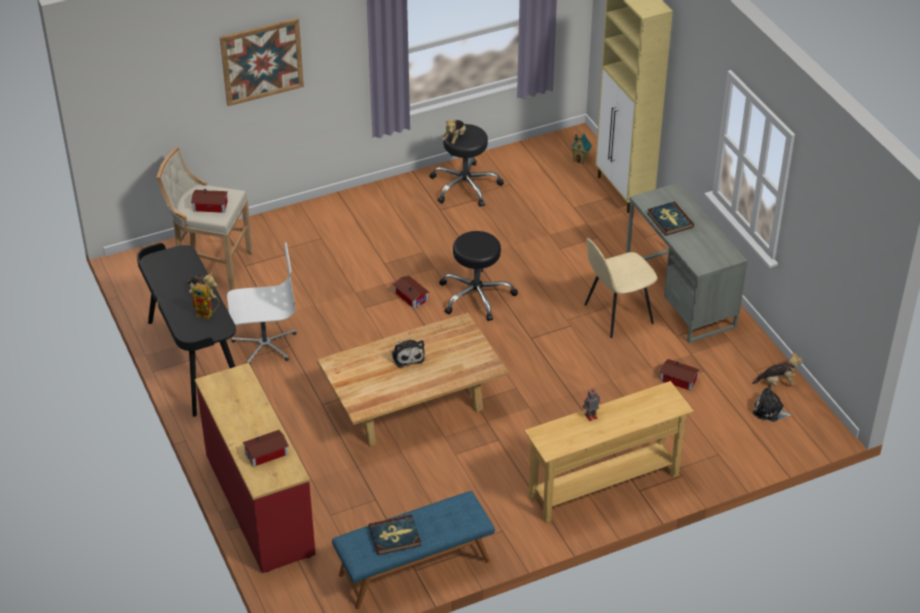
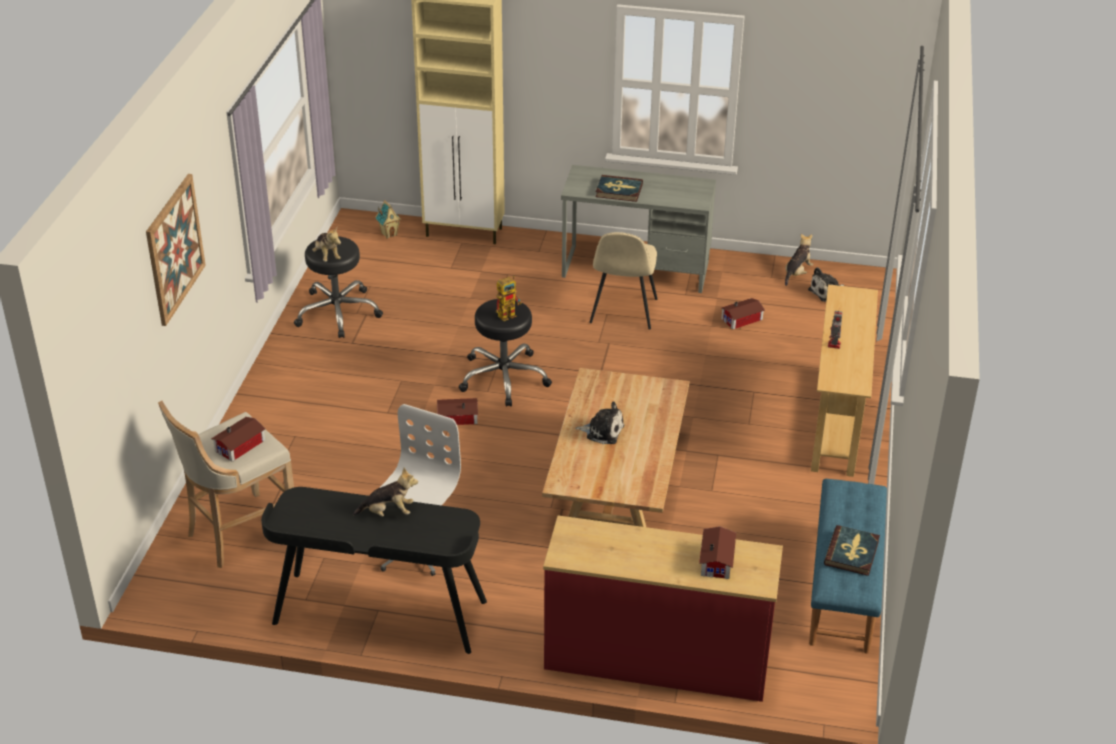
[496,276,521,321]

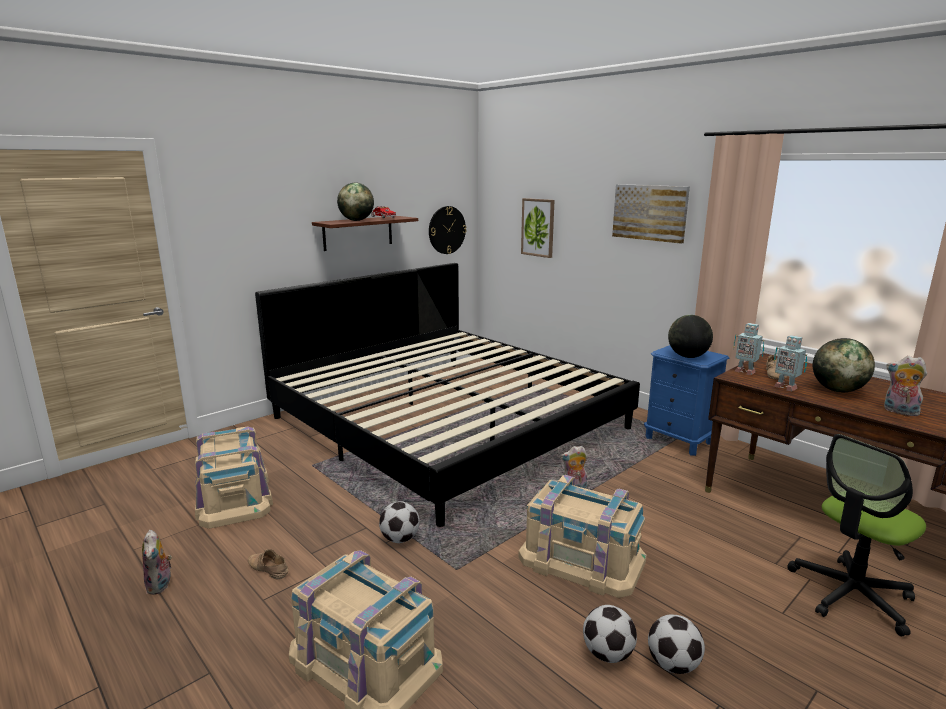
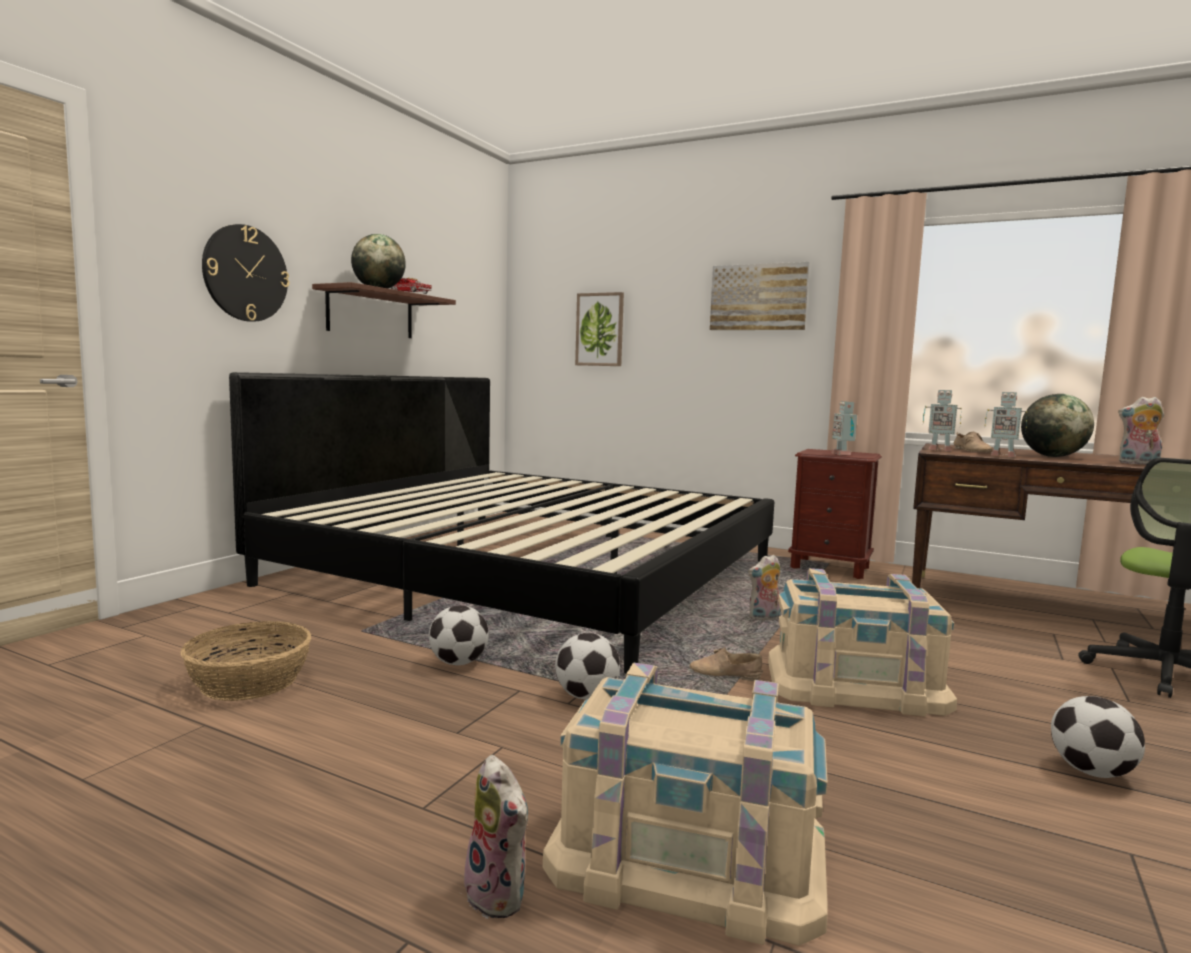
[202,224,289,322]
[832,401,857,455]
[788,449,882,579]
[180,621,312,701]
[464,755,528,919]
[690,647,763,681]
[429,605,489,665]

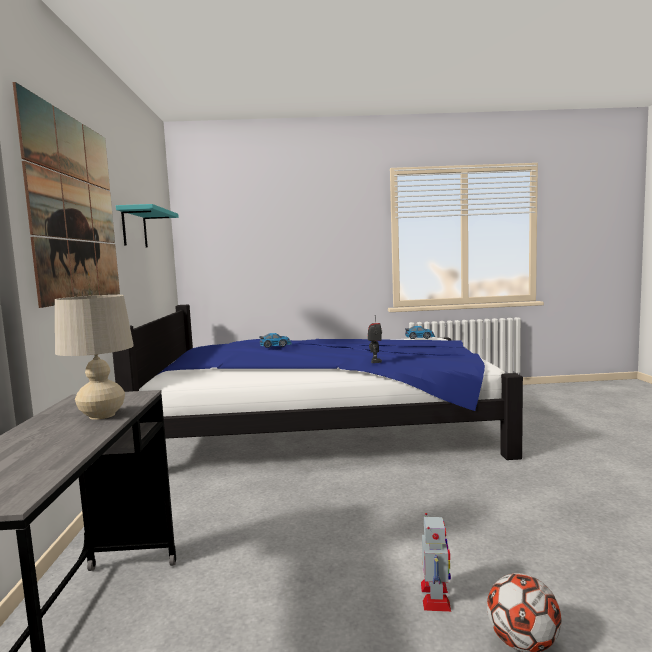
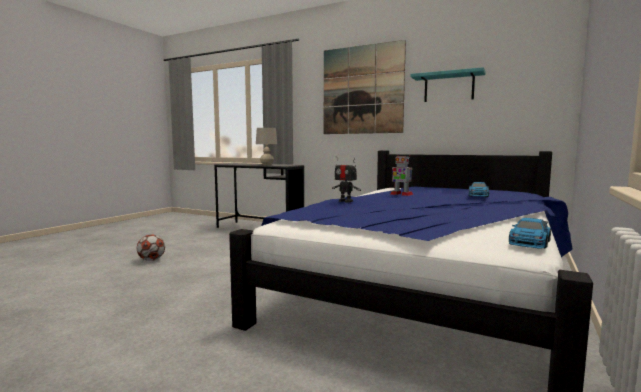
[390,155,414,196]

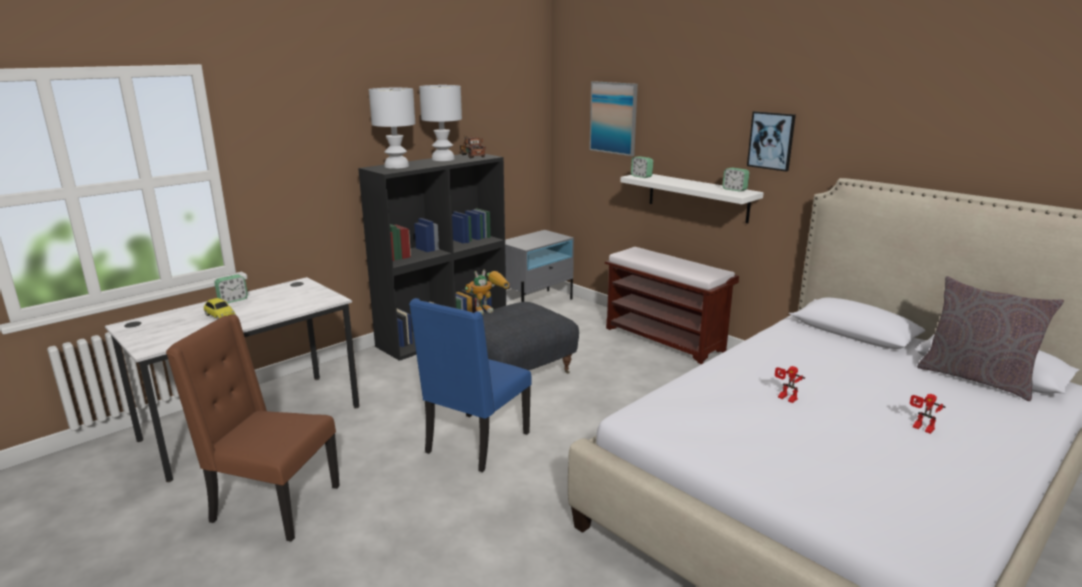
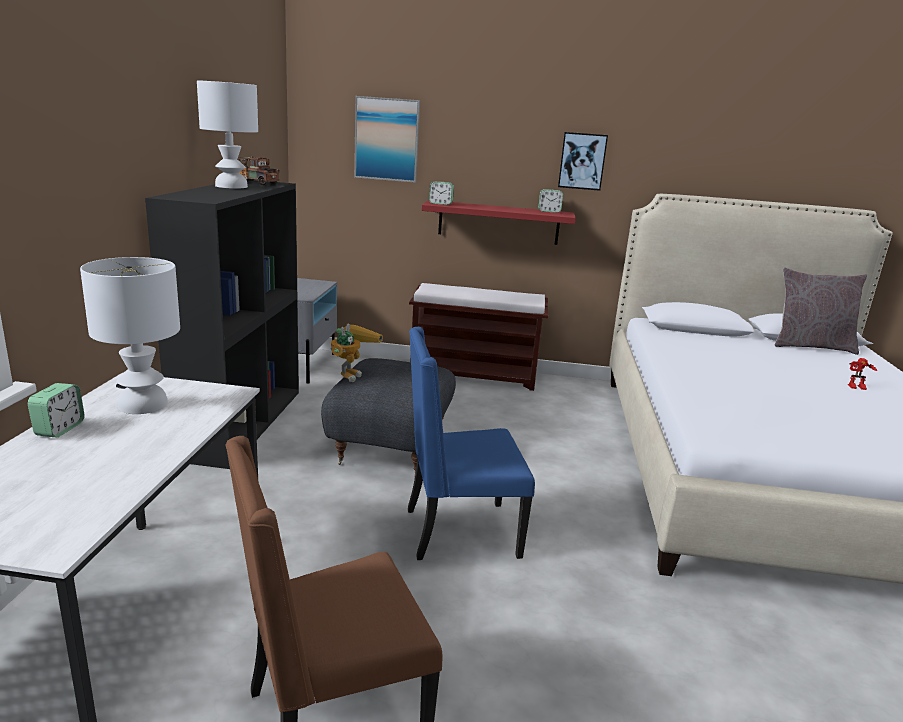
[80,257,180,414]
[422,200,576,245]
[204,298,236,319] (first image)
[408,327,535,560]
[775,366,805,403] (first image)

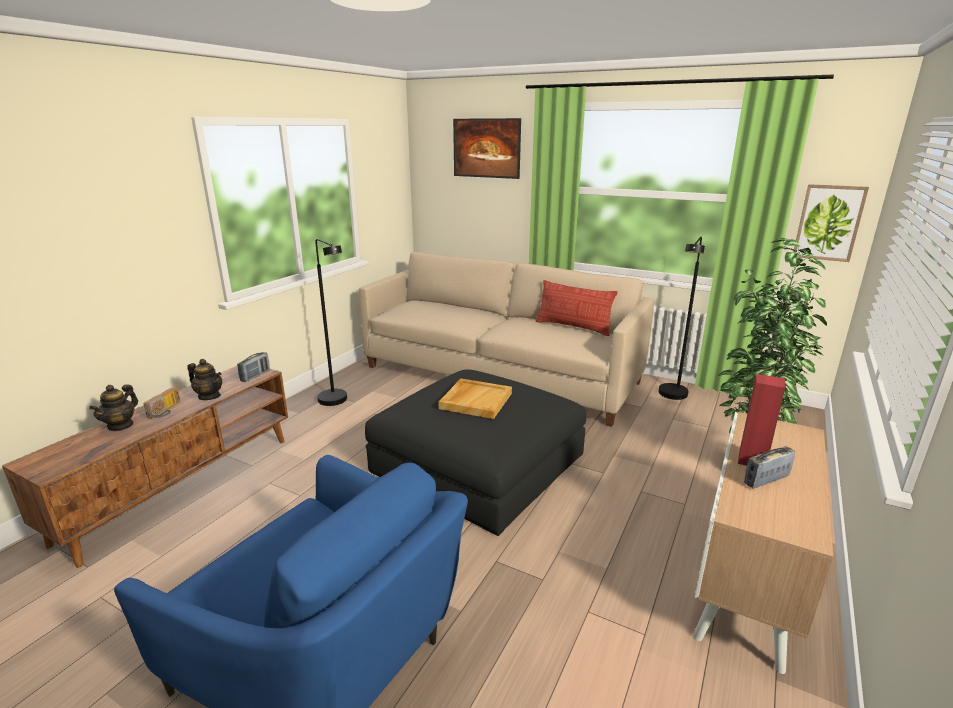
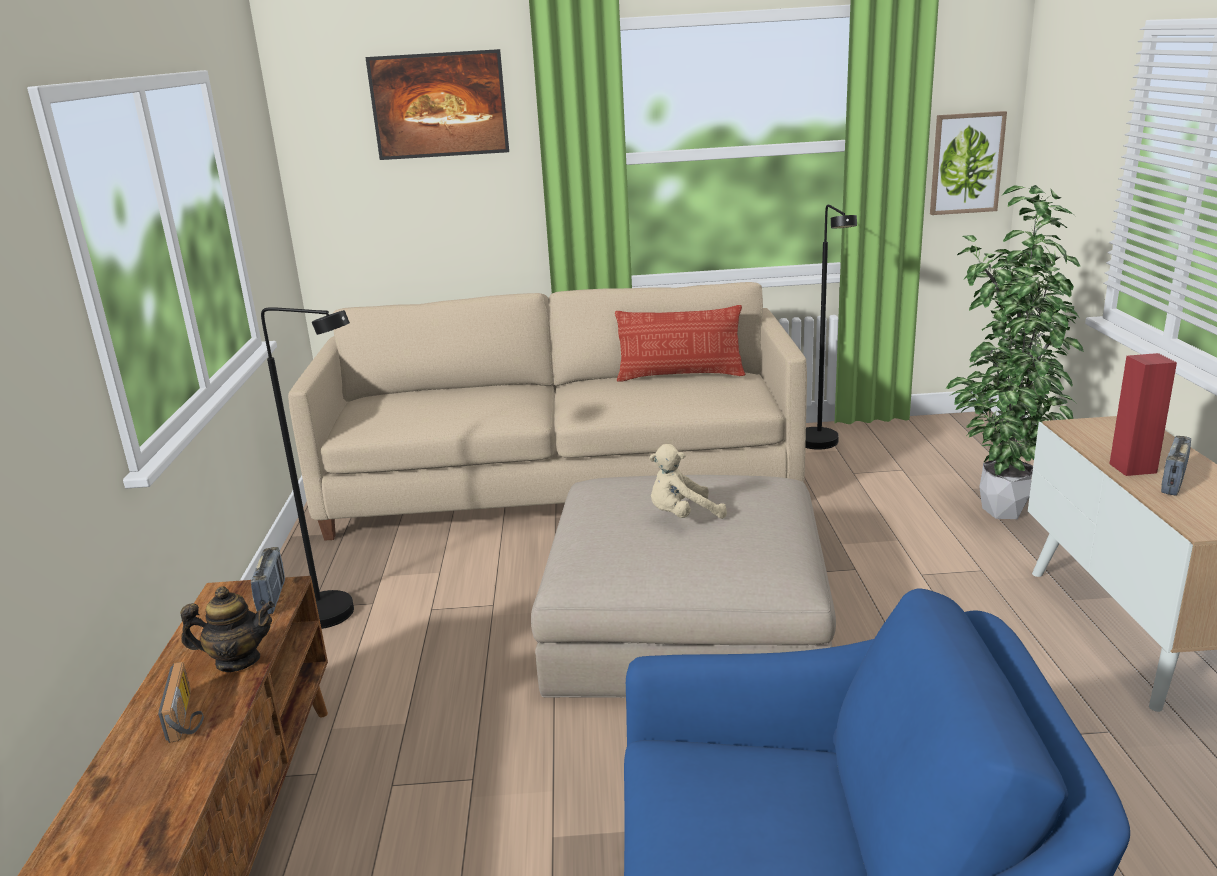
[531,475,836,698]
[649,444,727,519]
[89,384,138,431] (first image)

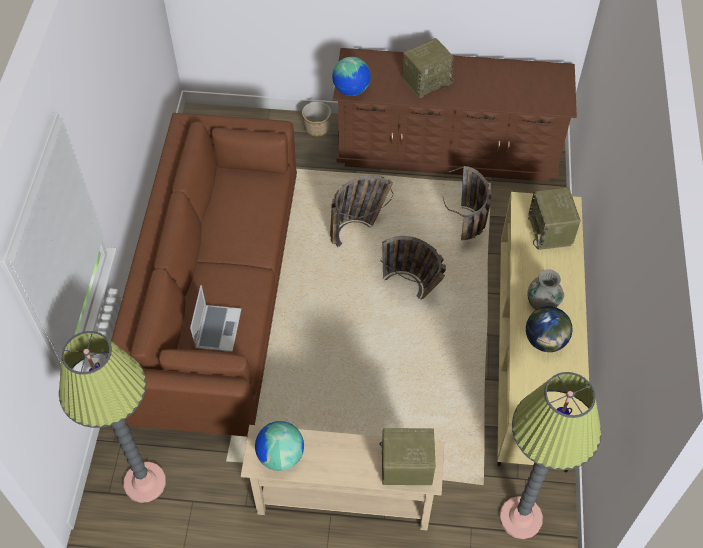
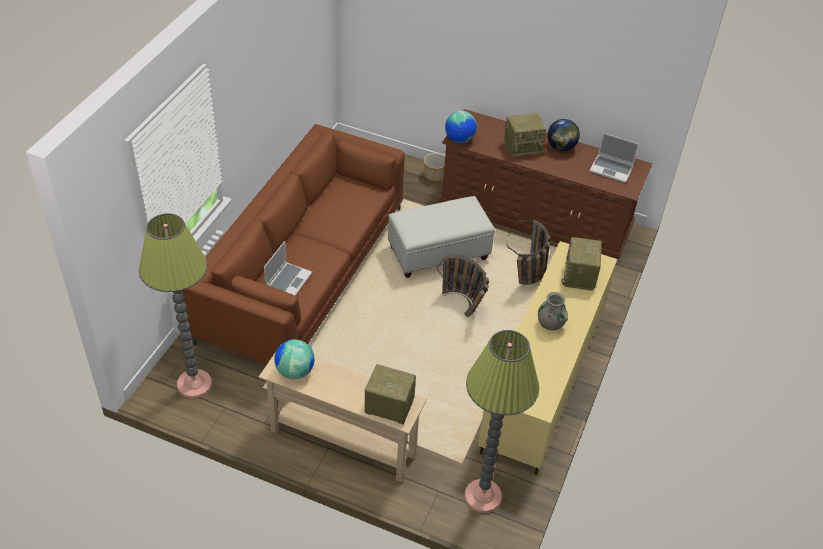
[388,196,495,278]
[547,119,580,151]
[589,133,639,183]

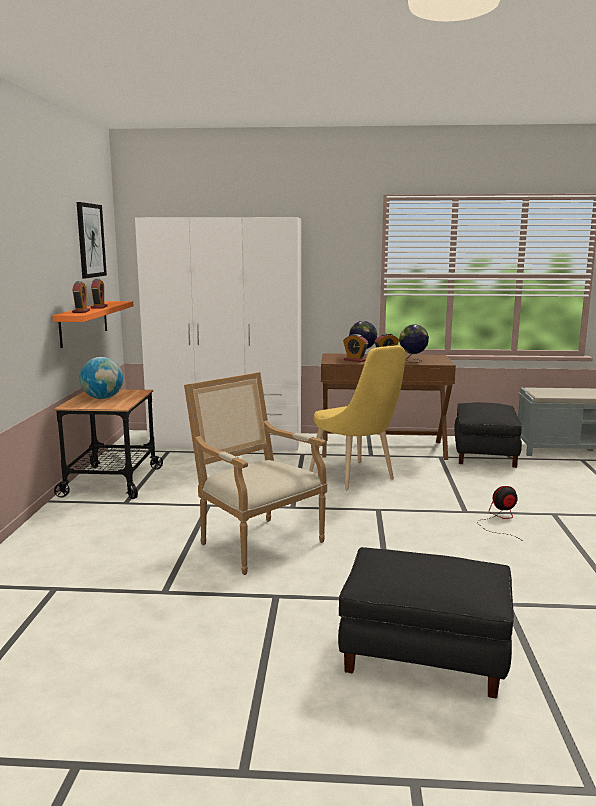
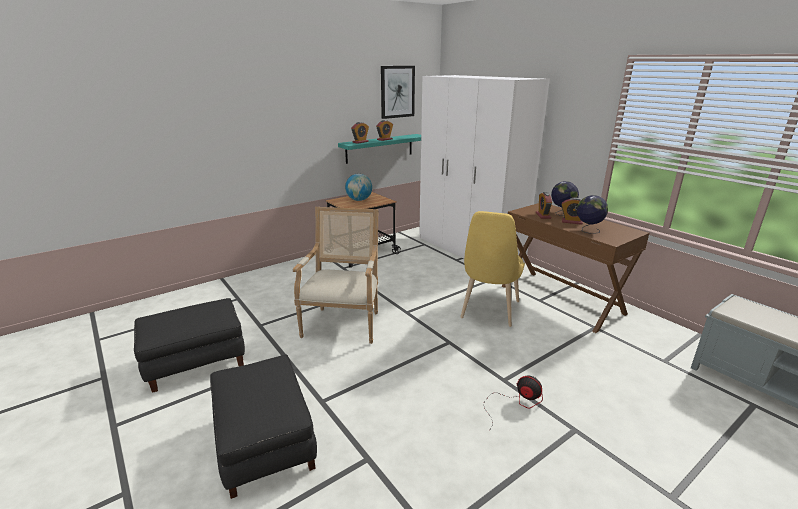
[338,134,421,164]
[134,298,245,393]

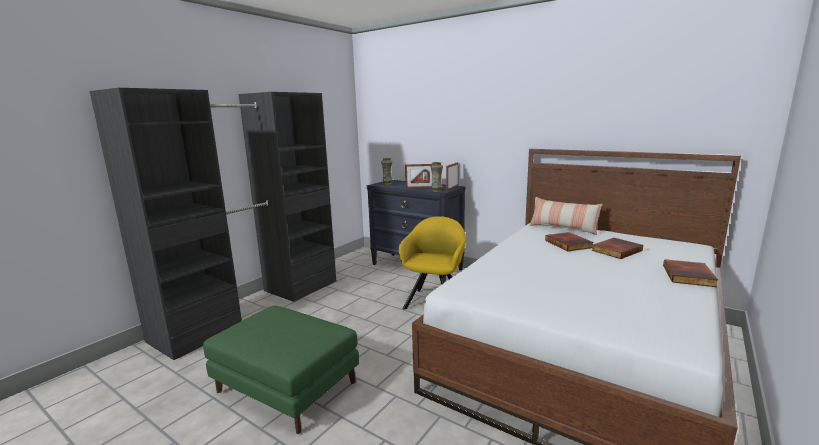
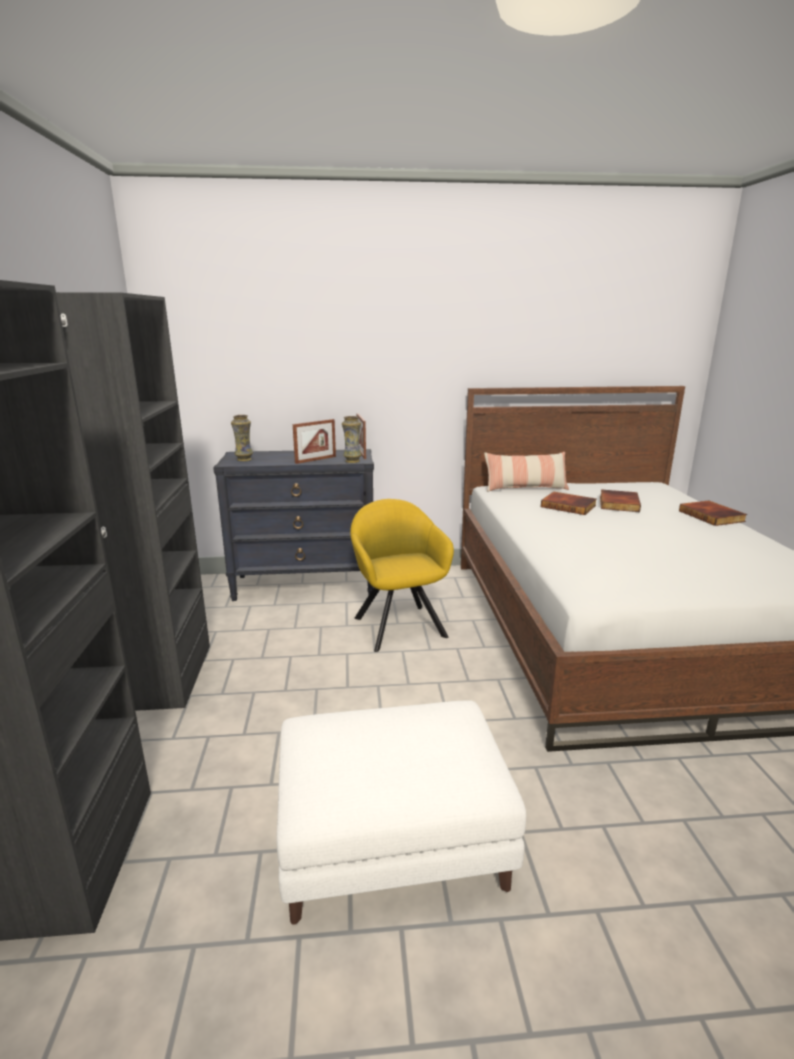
[276,700,526,925]

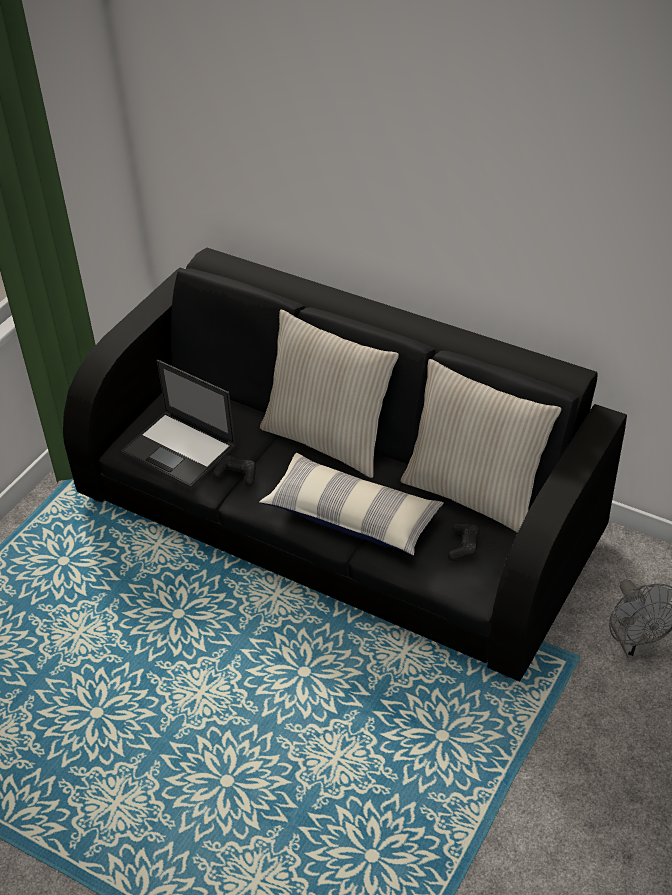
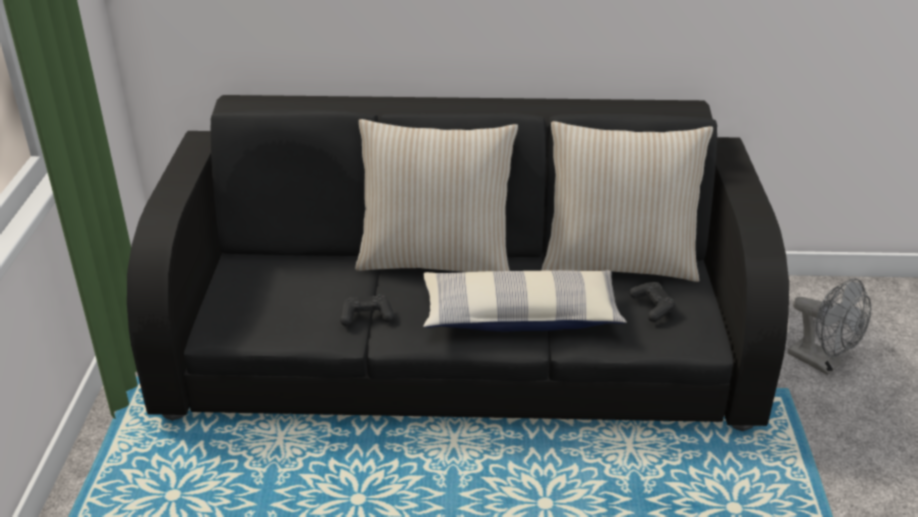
[121,360,236,489] (first image)

